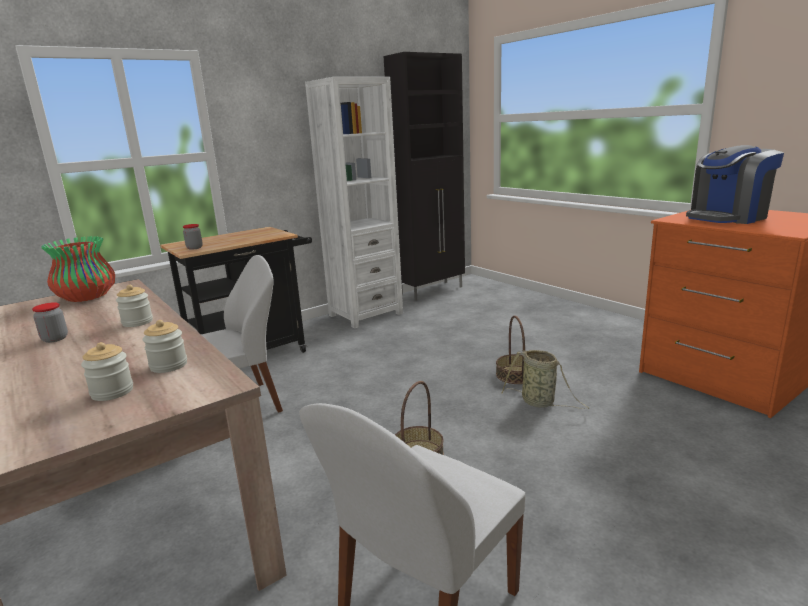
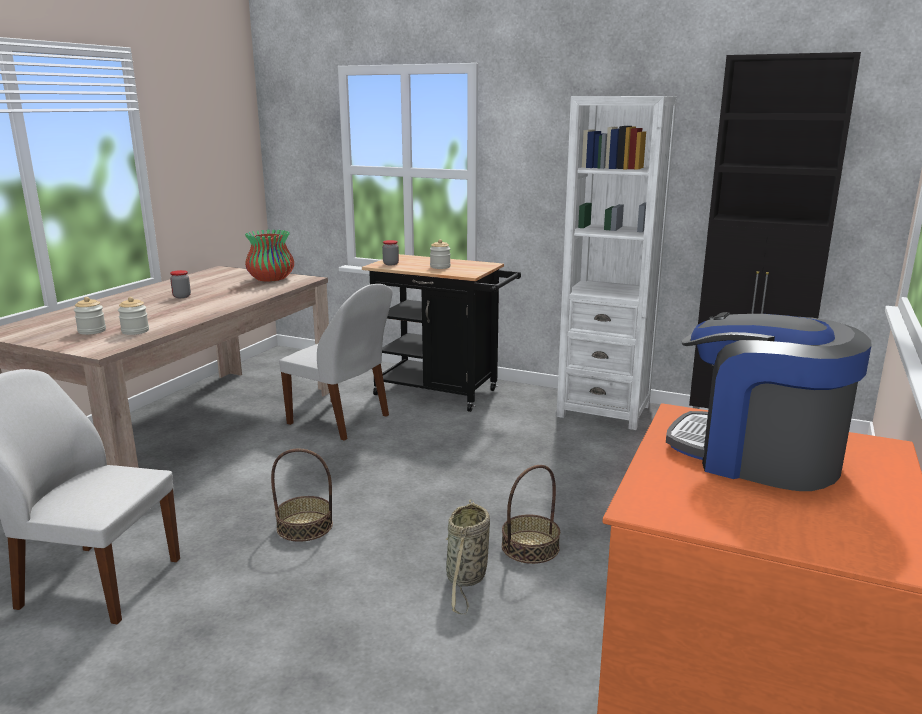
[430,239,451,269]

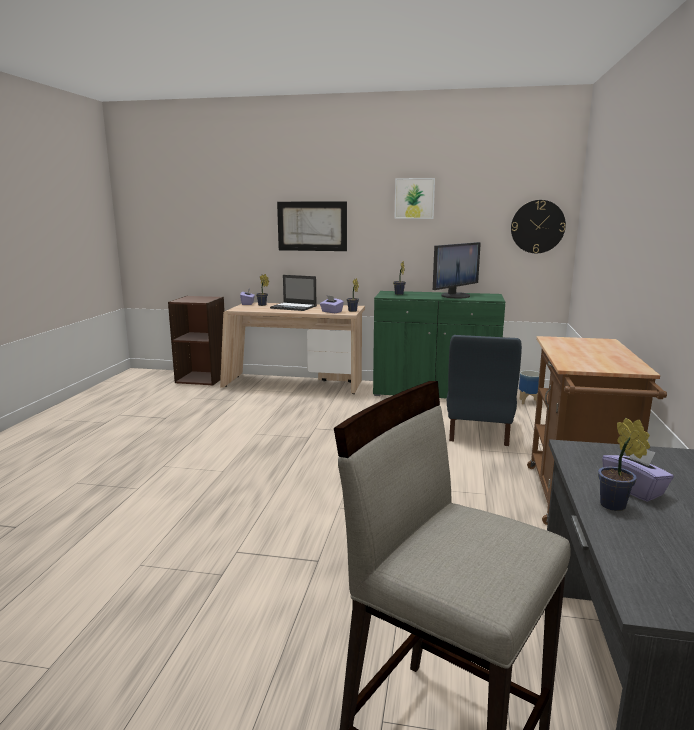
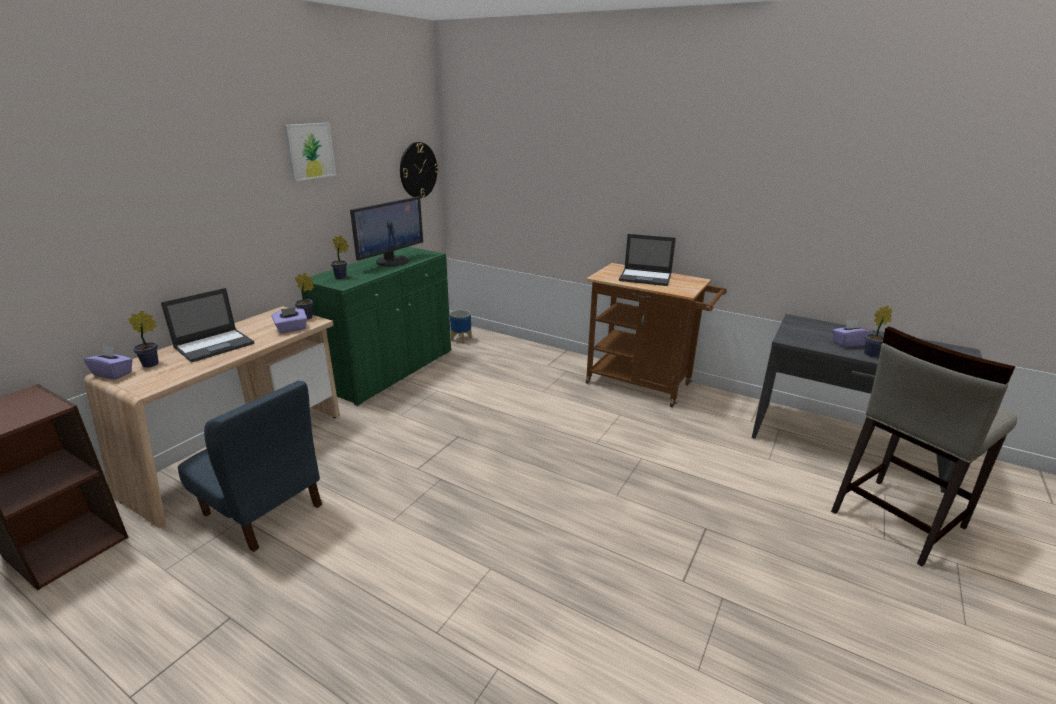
[277,202,347,251] (first image)
[350,197,423,266]
[178,381,322,552]
[619,234,676,286]

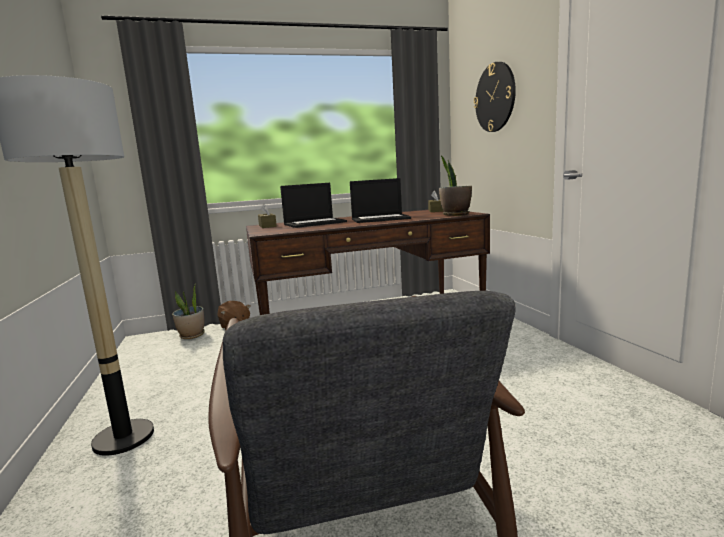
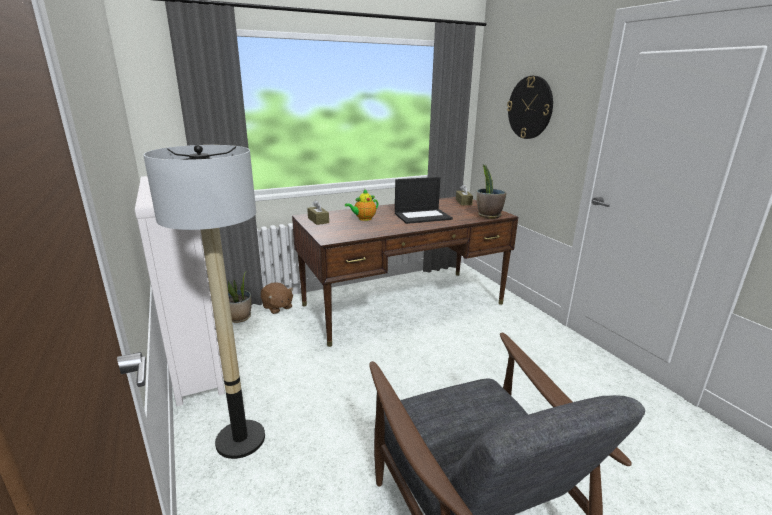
[345,189,378,221]
[134,176,225,406]

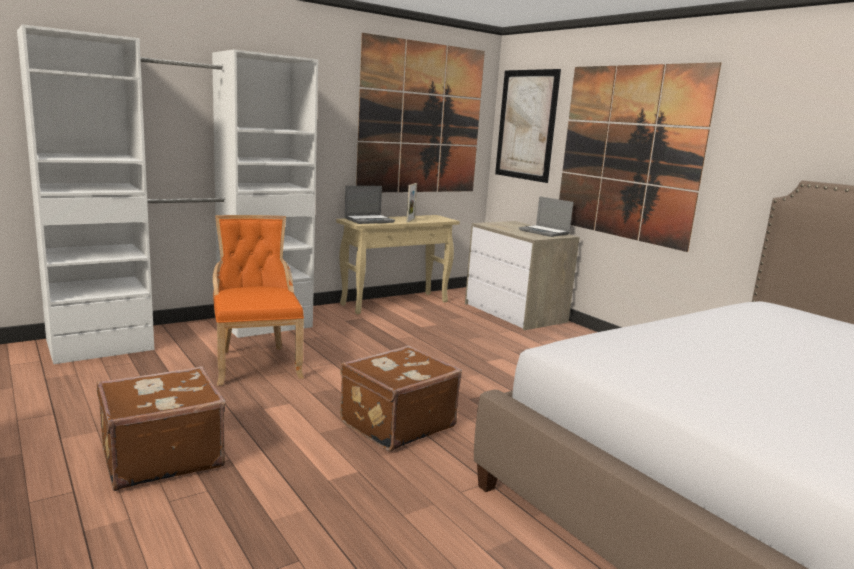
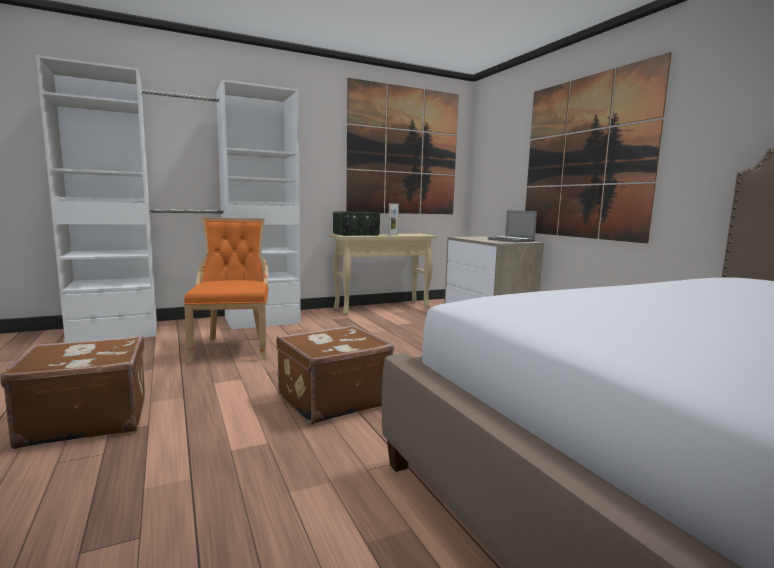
[495,69,561,183] (first image)
[333,211,380,236]

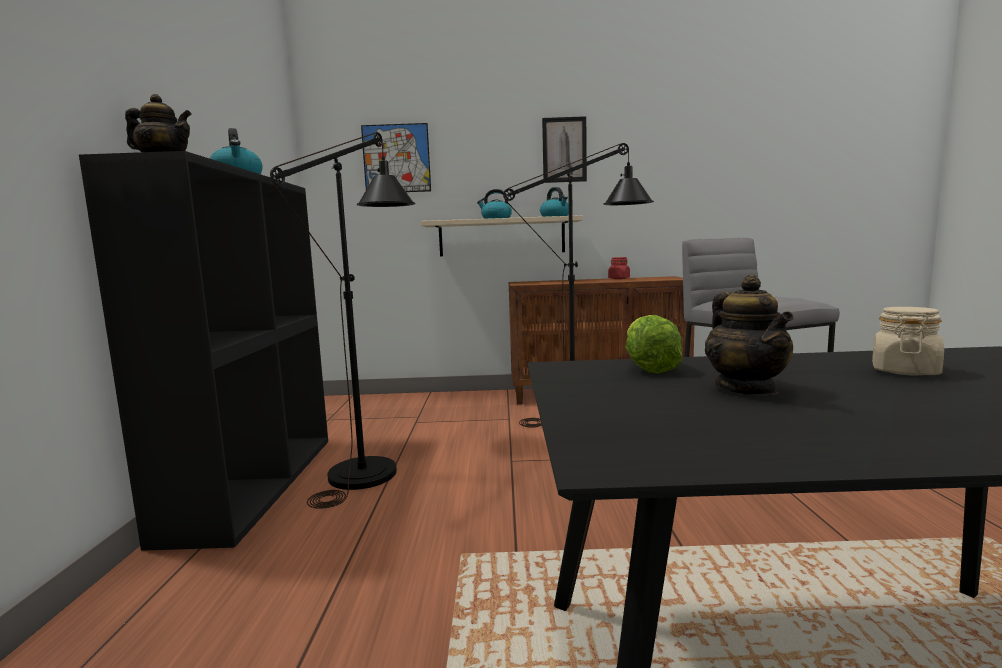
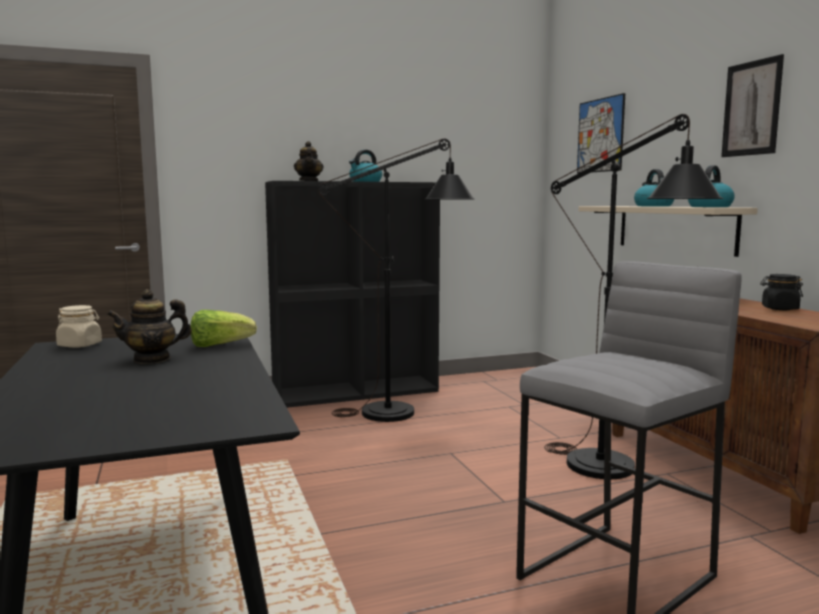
[760,274,803,310]
[56,305,102,348]

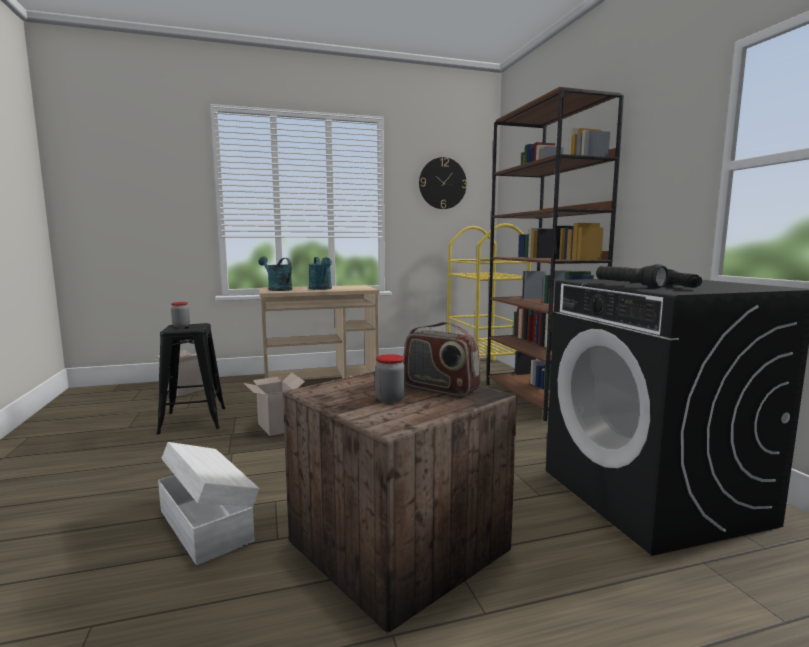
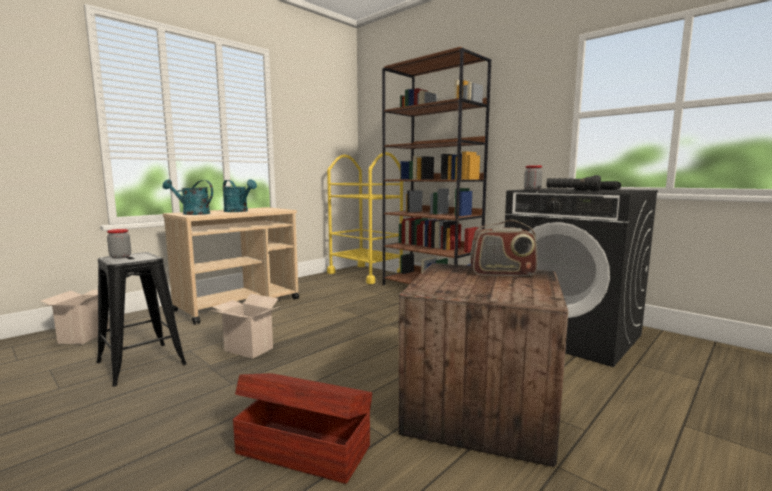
[419,157,467,209] (first image)
[524,165,543,190]
[233,373,372,484]

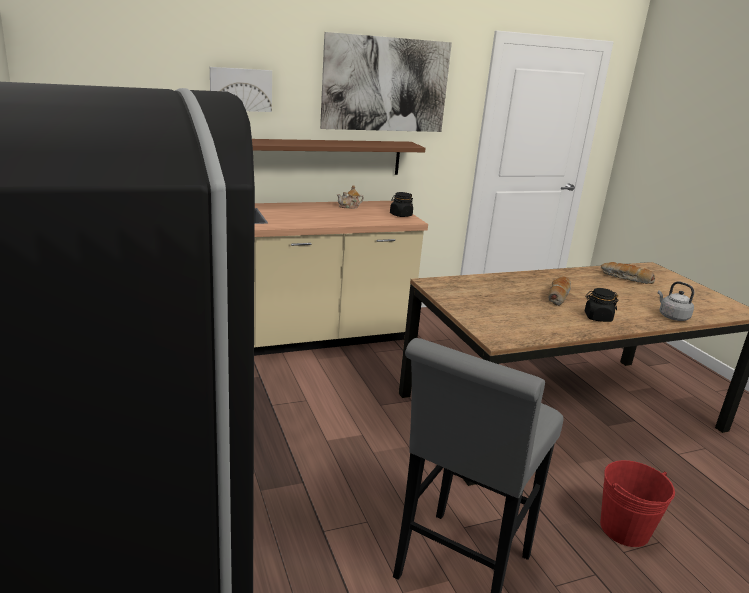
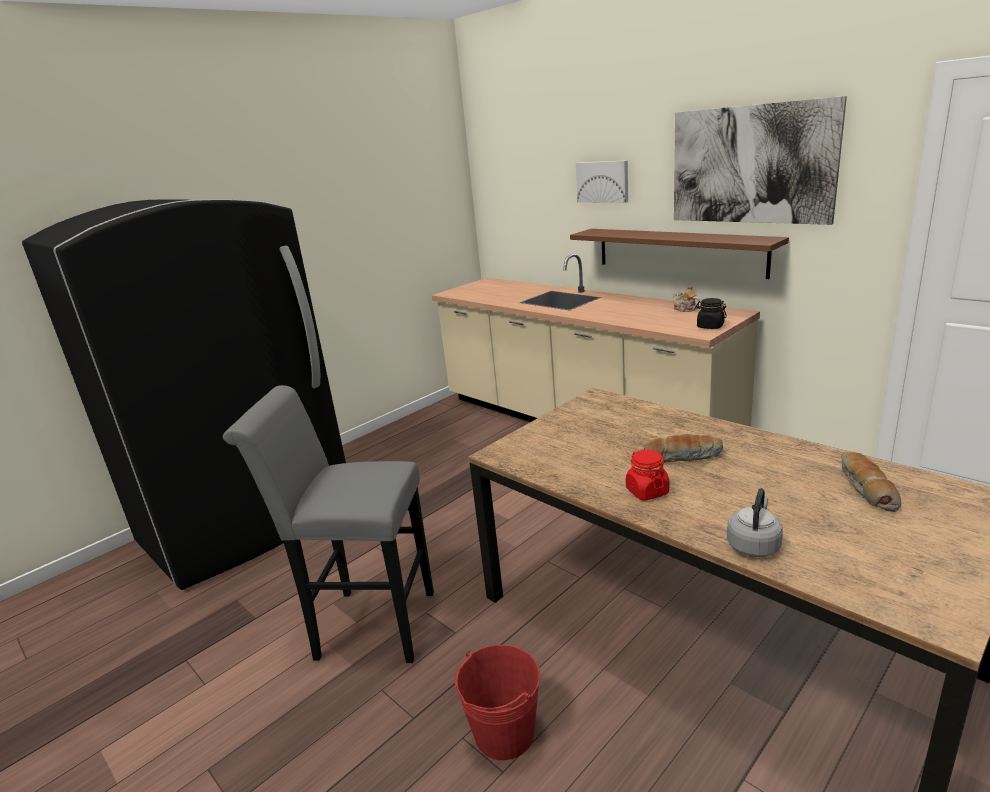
[626,450,669,500]

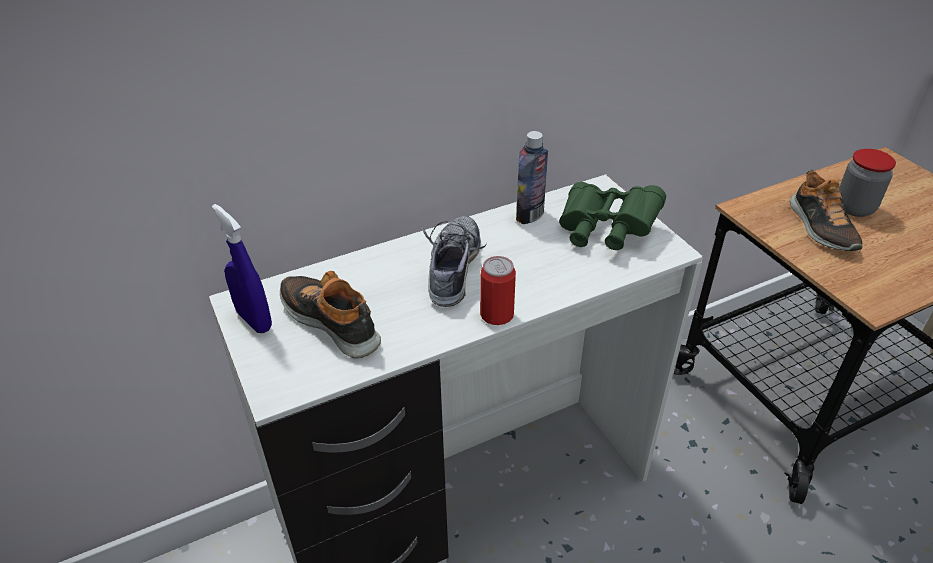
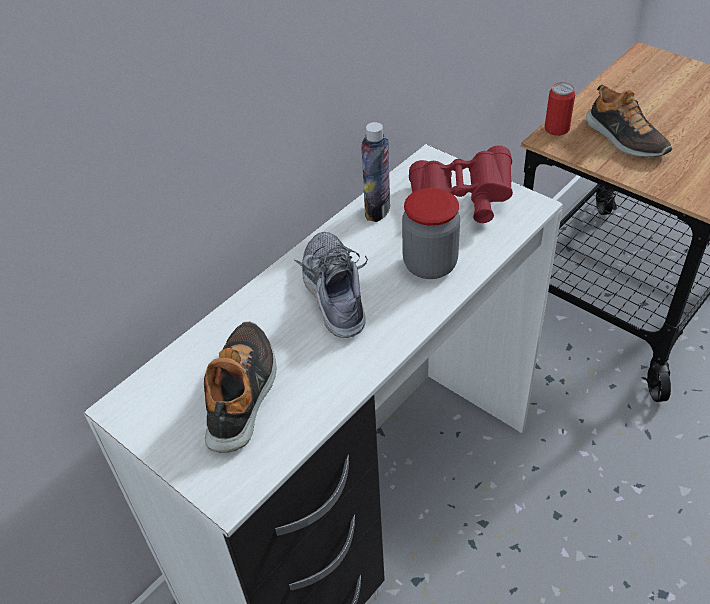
[402,188,460,279]
[409,145,513,223]
[212,204,272,333] (first image)
[545,82,575,136]
[204,321,276,453]

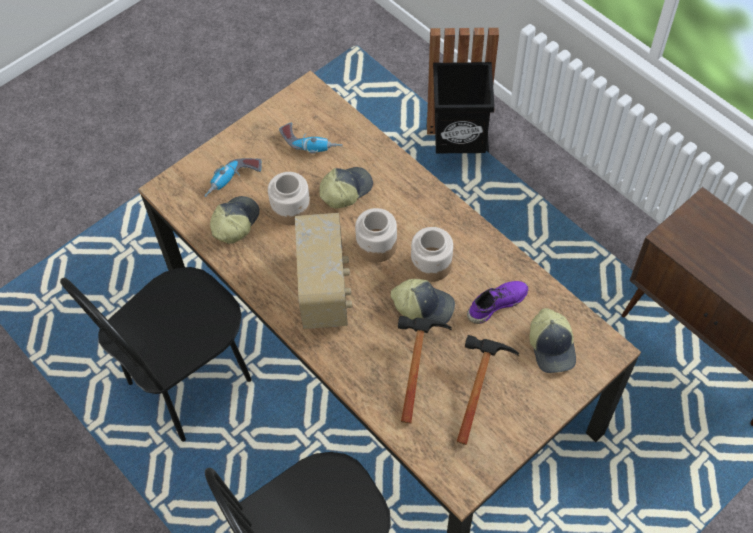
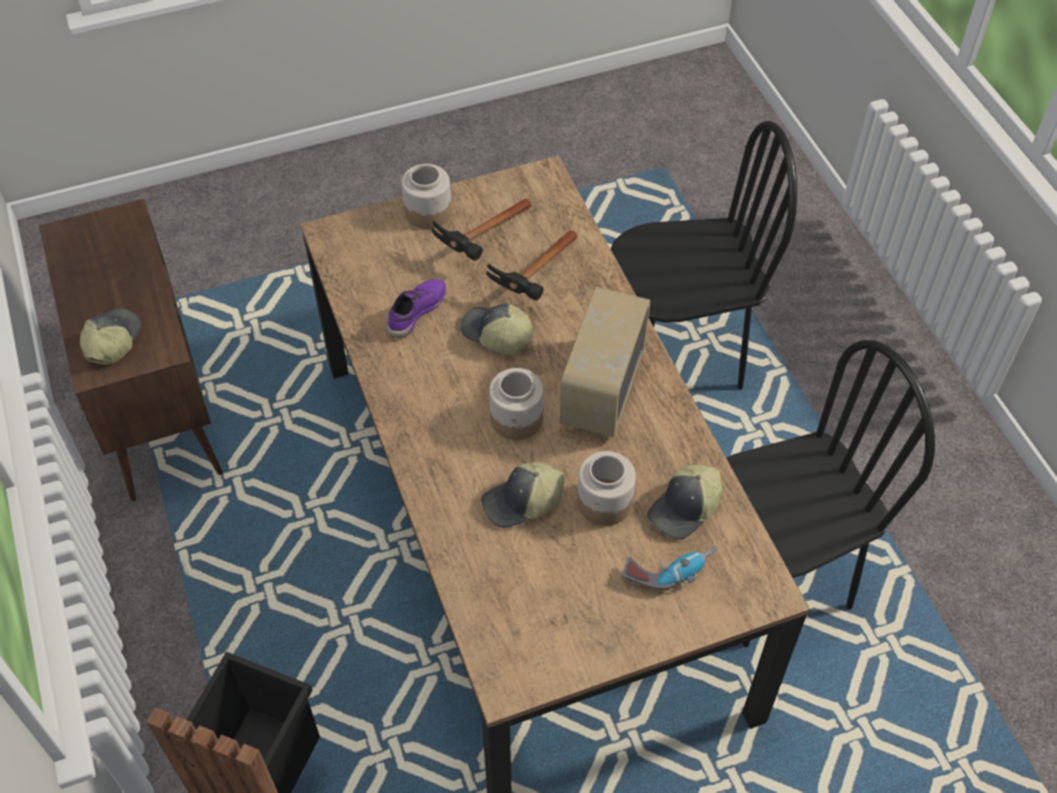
[279,122,343,154] (first image)
[401,164,452,229]
[386,279,446,338]
[80,308,141,366]

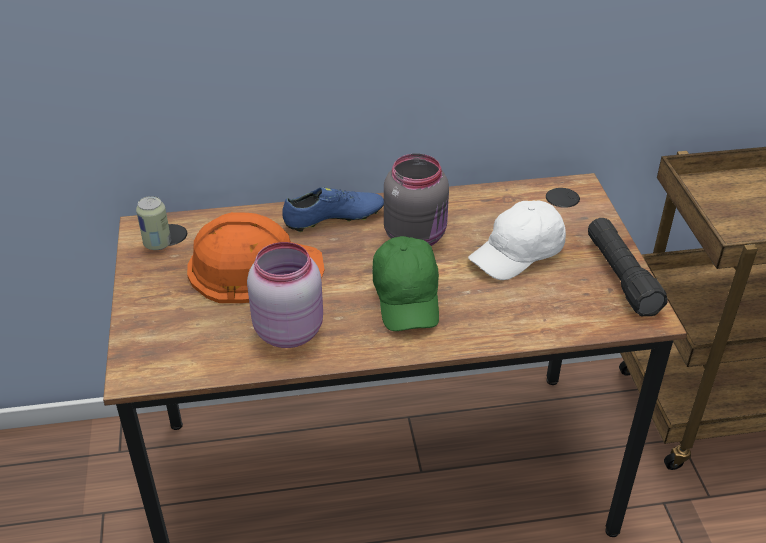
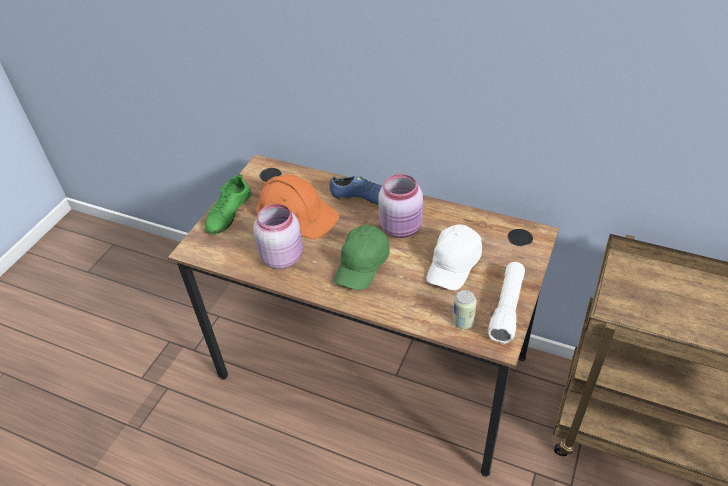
[378,174,423,238]
[453,290,477,329]
[427,224,482,290]
[488,262,525,344]
[205,174,252,235]

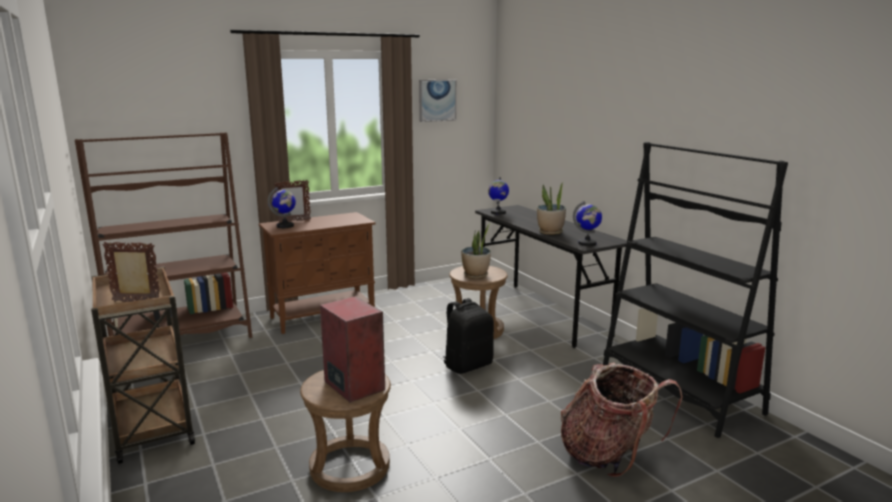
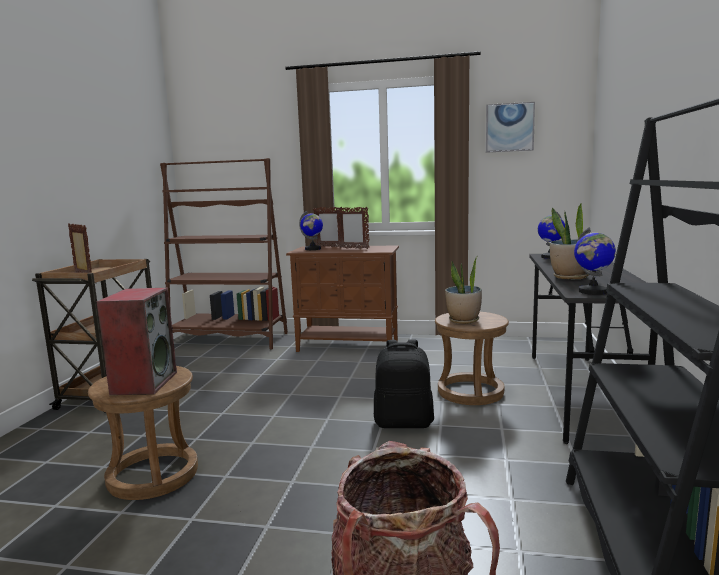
[336,207,369,249]

